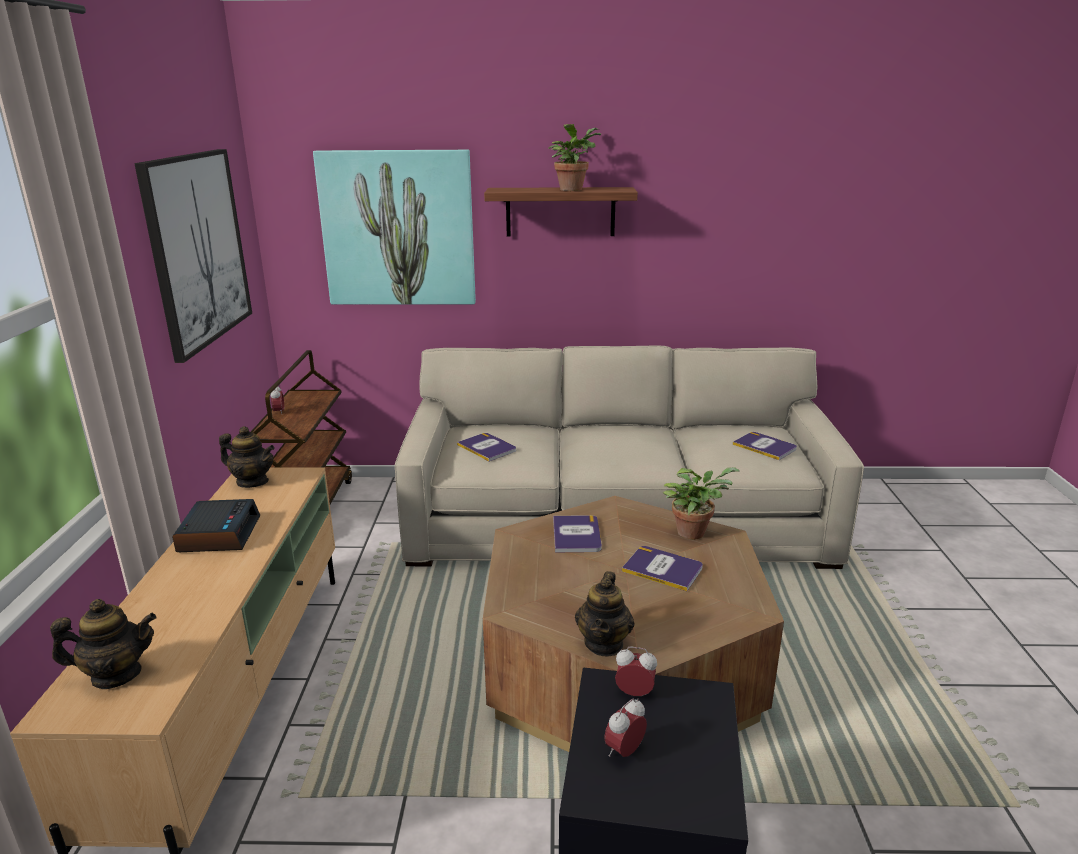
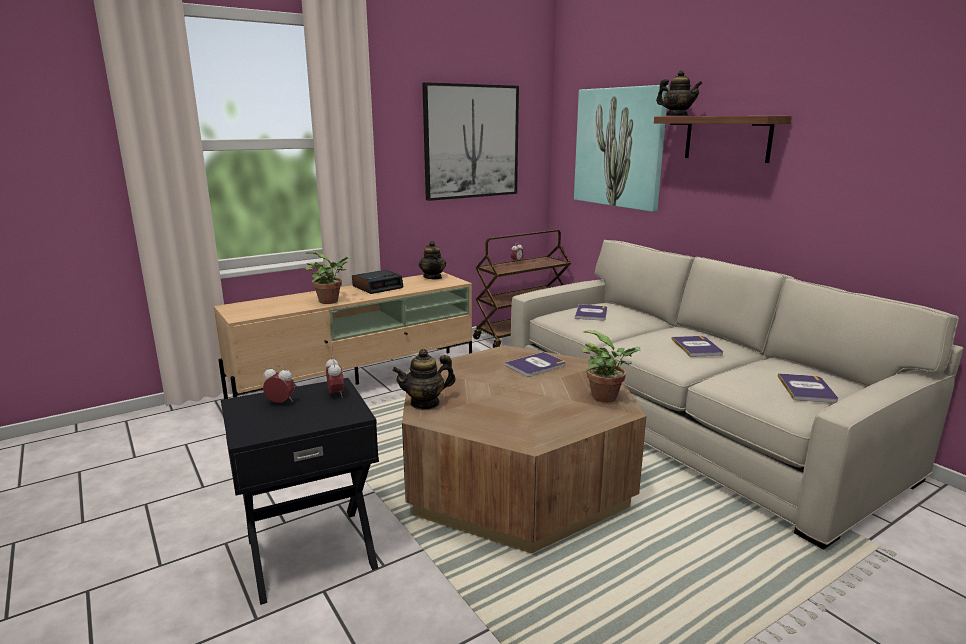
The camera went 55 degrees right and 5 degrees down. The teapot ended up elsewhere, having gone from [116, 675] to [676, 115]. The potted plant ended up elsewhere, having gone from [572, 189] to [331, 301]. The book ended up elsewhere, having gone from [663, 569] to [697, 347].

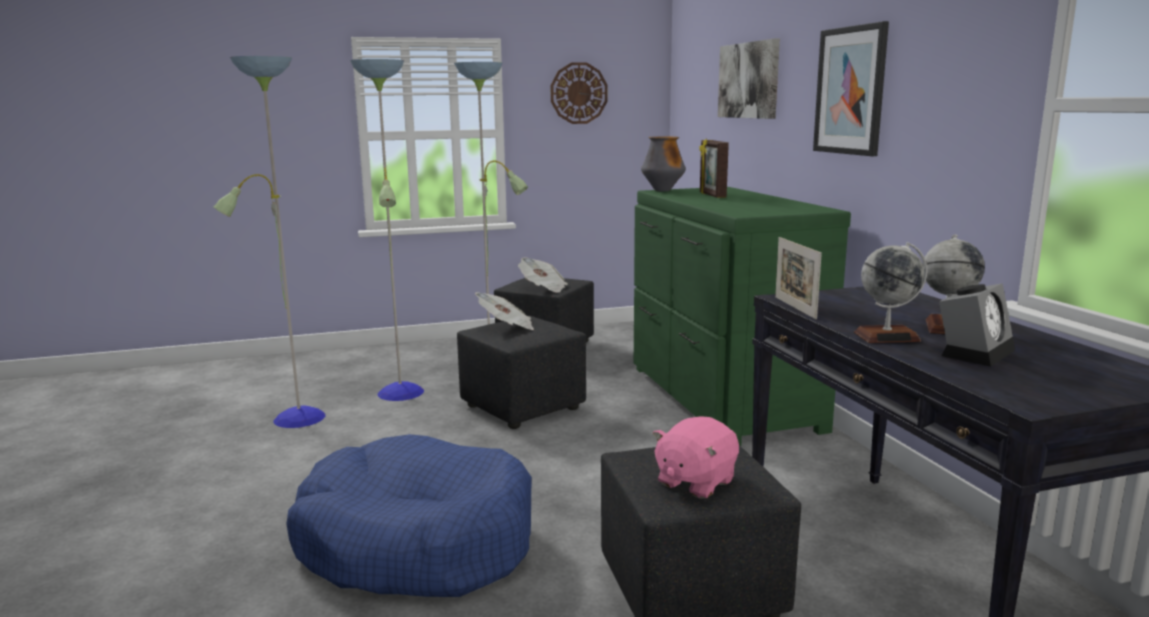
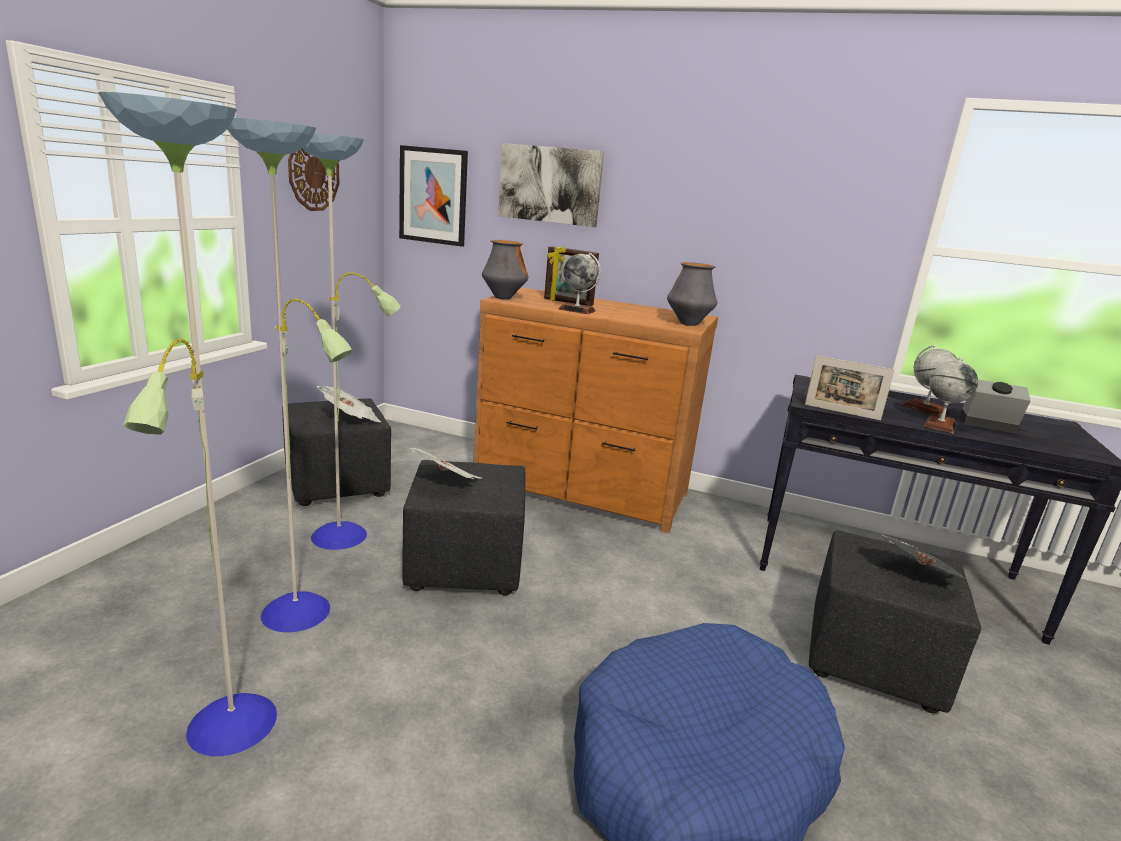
The camera went 55 degrees left and 5 degrees up. What was the dresser/green at [720, 398] turned into the dresser/brown at [581, 489]. Where the plush toy/pink stood at [695, 482], the newspaper came to stand at [919, 577]. The picture ended up elsewhere, having gone from [850, 91] to [433, 196]. The alarm clock at [975, 351] ended up facing another way, 60 degrees counterclockwise from before. The second view gained the globe at [577, 310]. The second view gained the vase at [688, 324].

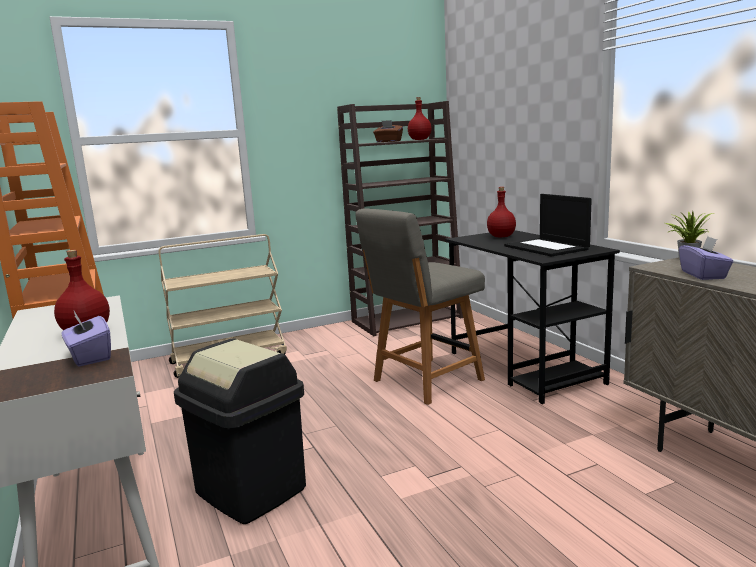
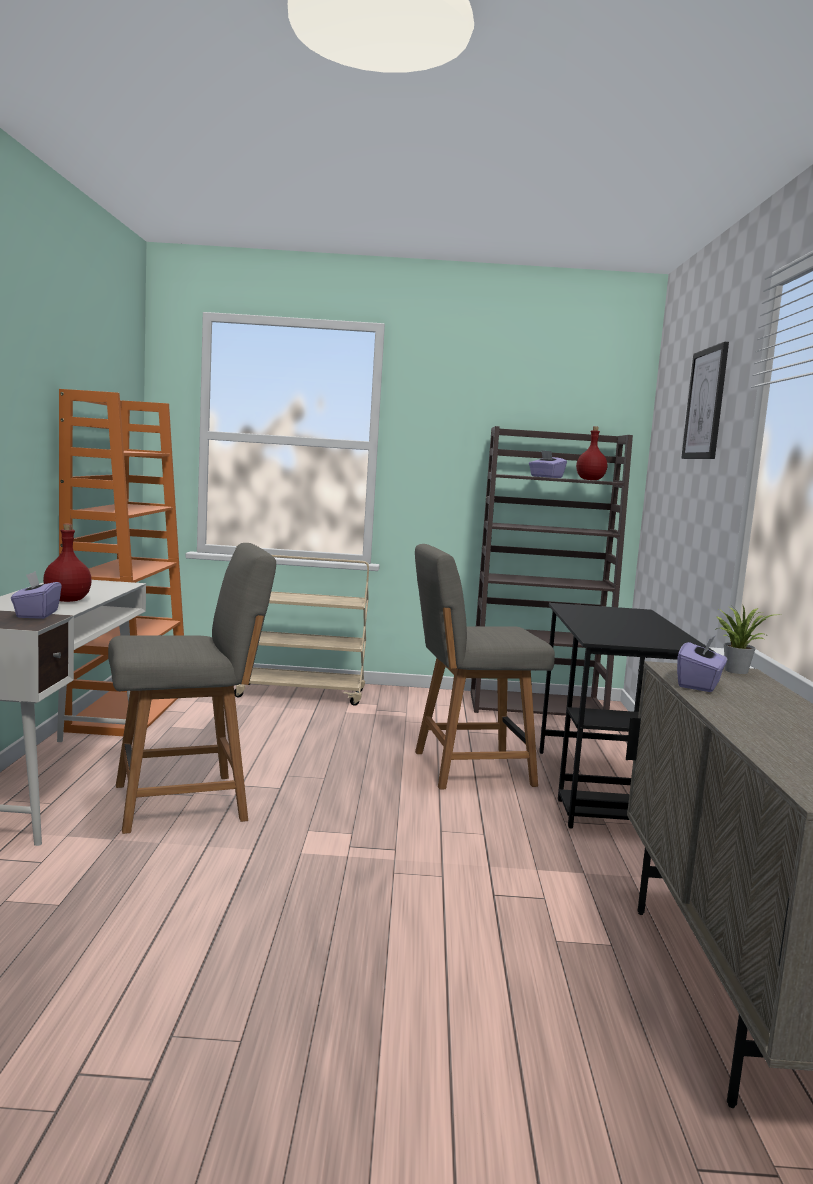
The camera went 25 degrees right and 5 degrees down. Where the trash can/black stood at [252, 490], the chair/grey came to stand at [186, 802]. What was the tissue box/brown at [388, 141] turned into the tissue box/purple at [546, 477]. The second view lost the bottle/red at [501, 236]. The second view lost the laptop at [547, 248]. The second view gained the picture at [705, 404].

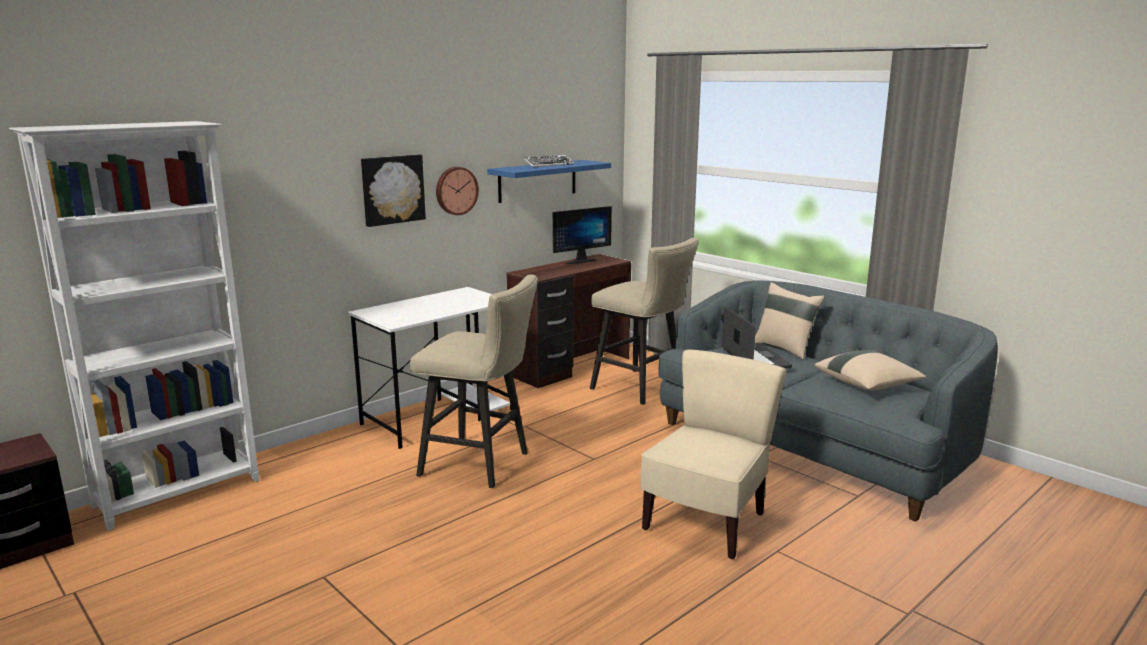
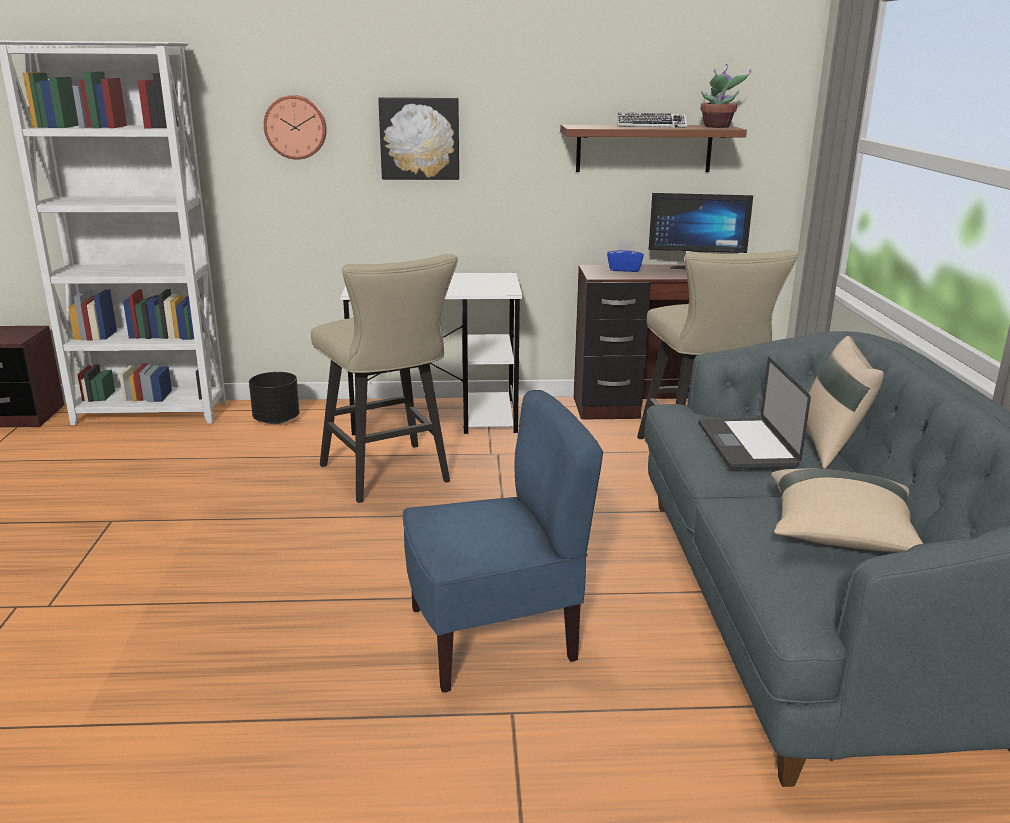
The camera went 40 degrees right and 5 degrees up. The wall clock ended up elsewhere, having gone from [455, 190] to [295, 127]. What was the shelf/blue at [537, 181] turned into the shelf/brown at [644, 148]. What was the chair/beige at [706, 522] turned into the chair/blue at [493, 637]. The laptop at [755, 358] ended up facing another way, 150 degrees clockwise from before. The second view gained the planter/black at [277, 420]. The second view gained the tissue box/blue at [624, 269]. The second view gained the potted plant at [717, 127].

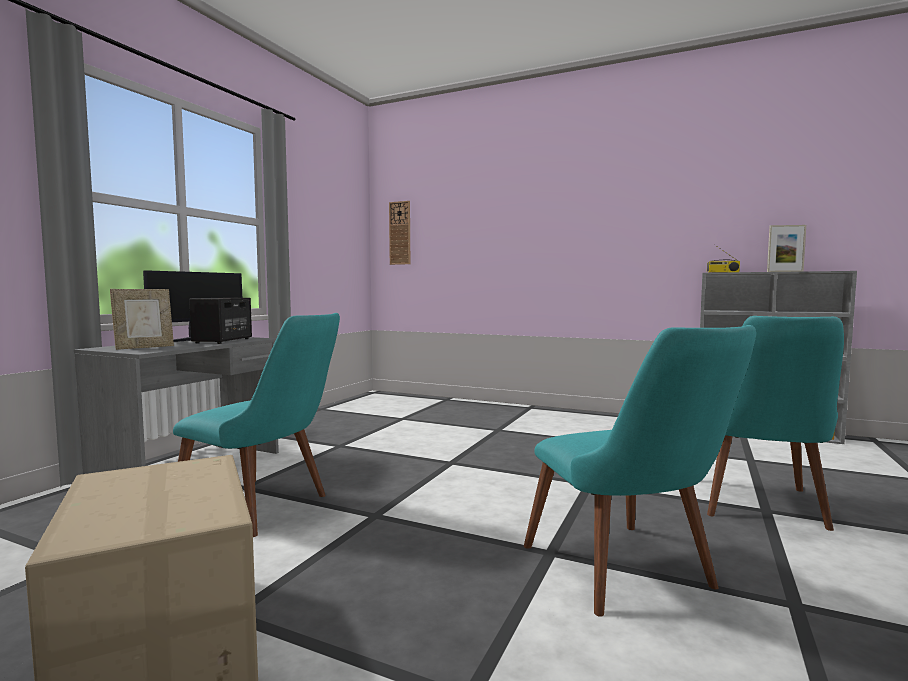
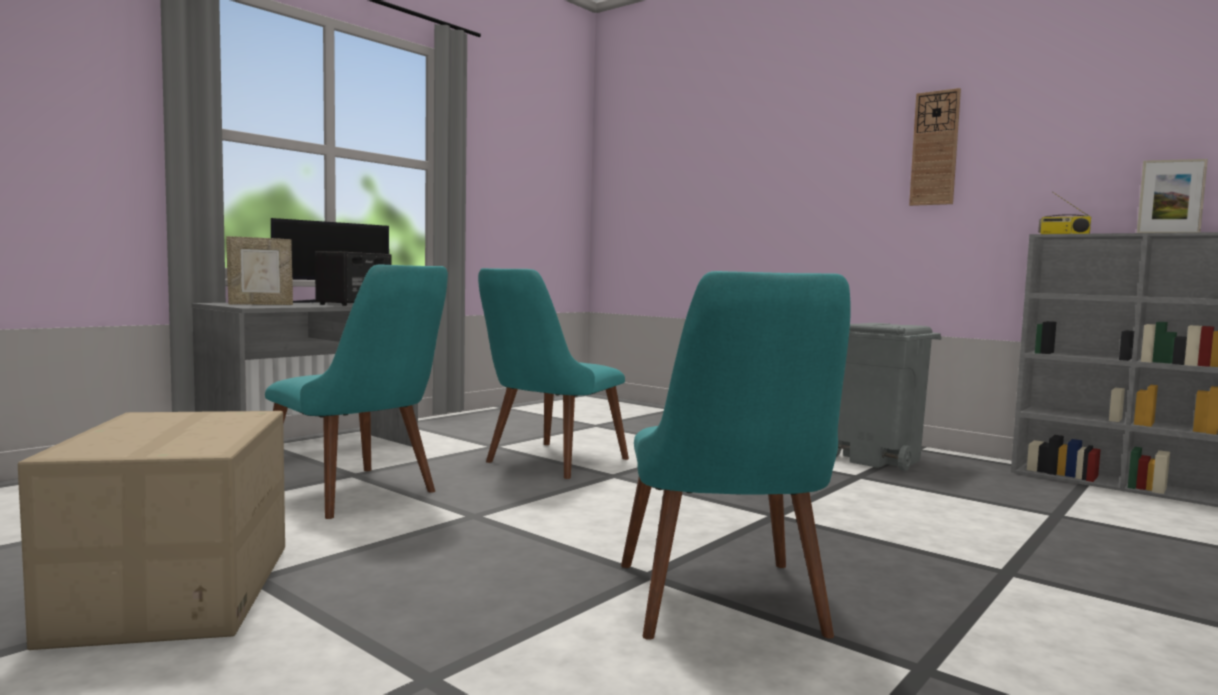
The camera went 15 degrees right and 0 degrees up. The wall clock ended up elsewhere, having gone from [400, 233] to [935, 148]. The chair/turquoise ended up elsewhere, having gone from [761, 509] to [546, 463]. The second view gained the trash can/grey at [877, 459].

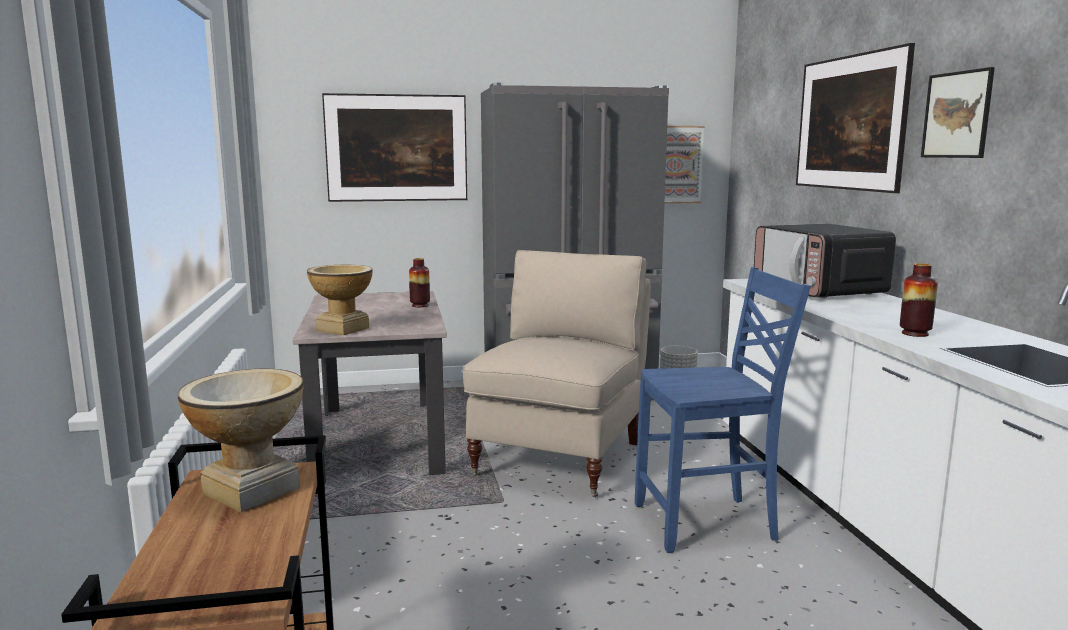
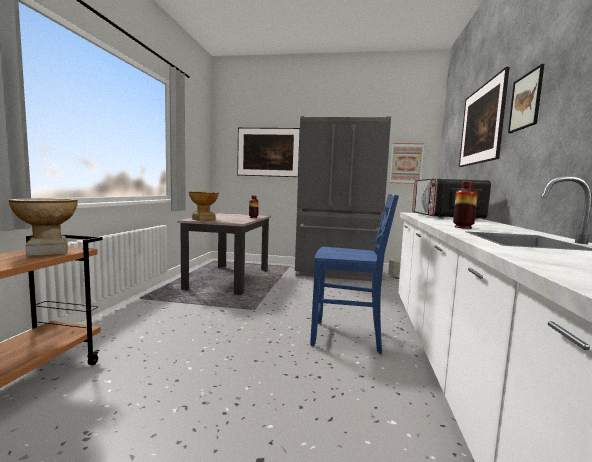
The camera went 20 degrees right and 5 degrees down. The second view lost the chair/beige at [561, 458].

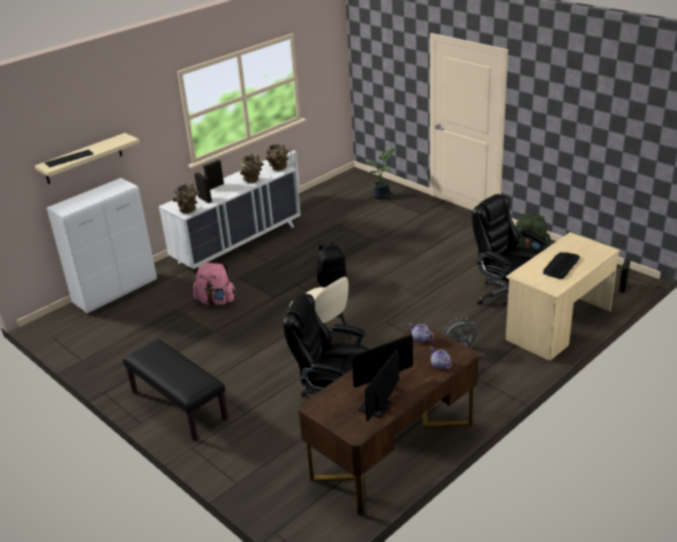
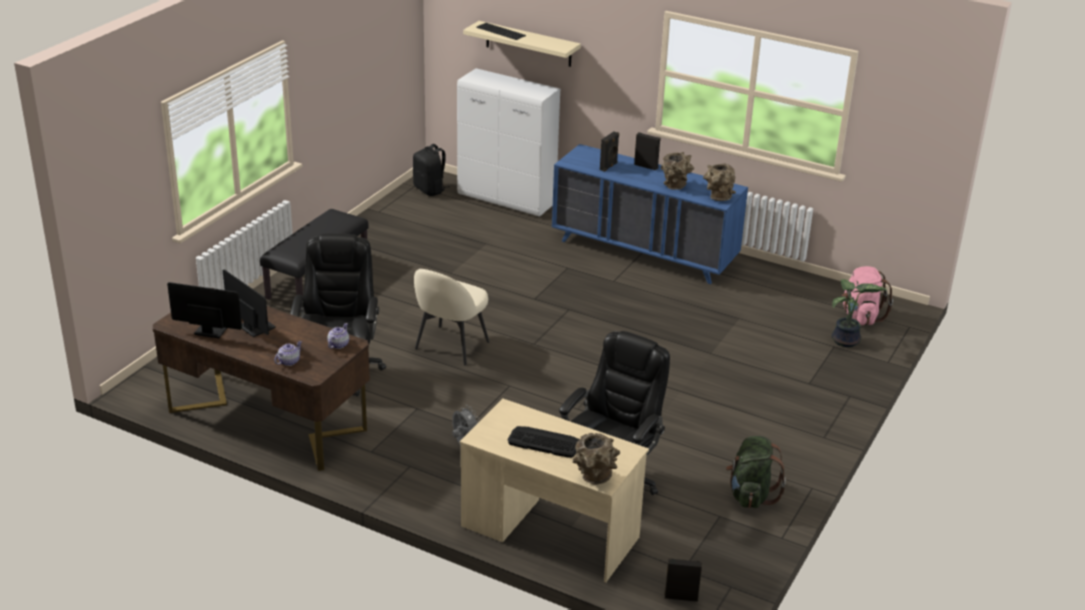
The camera went 70 degrees right and 0 degrees up. What was the dresser/white at [238, 244] turned into the dresser/blue at [644, 252]. The vase/brown ended up elsewhere, having gone from [188, 210] to [594, 479]. The backpack/pink ended up elsewhere, having gone from [216, 301] to [860, 317]. The backpack/black ended up elsewhere, having gone from [332, 281] to [430, 190].

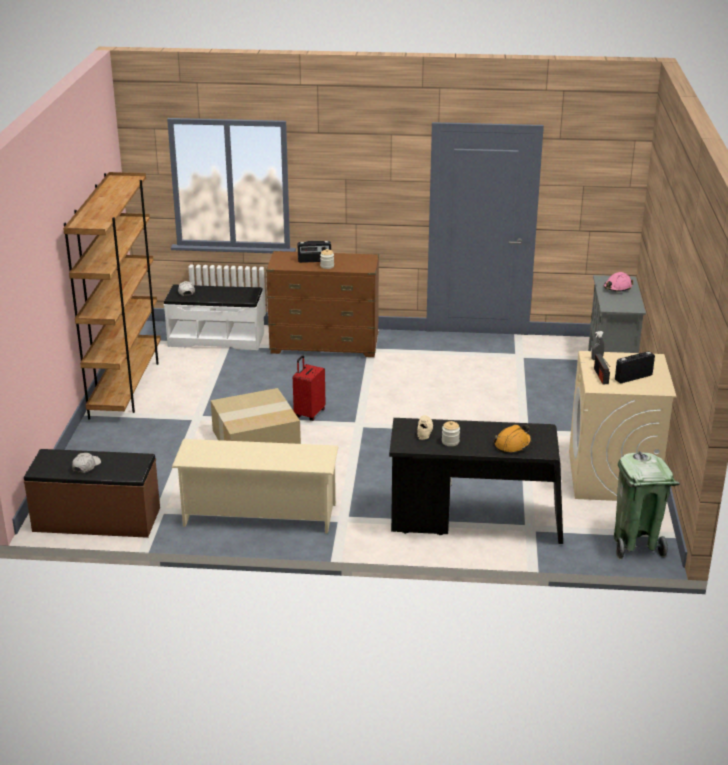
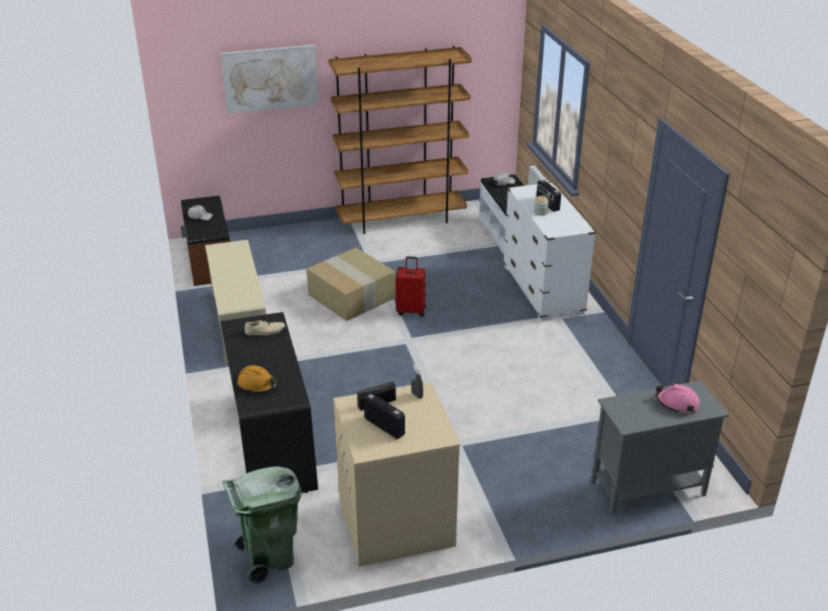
The camera went 70 degrees right and 5 degrees up. What was the dresser/brown at [325, 346] turned into the dresser/white at [543, 290]. The second view lost the jar at [450, 442]. The second view gained the picture at [270, 78].

